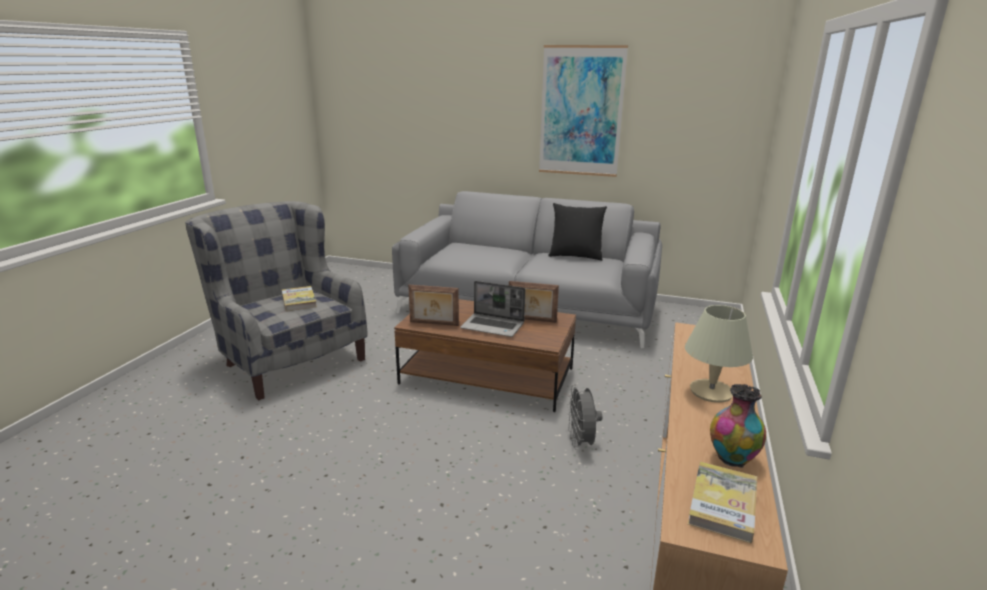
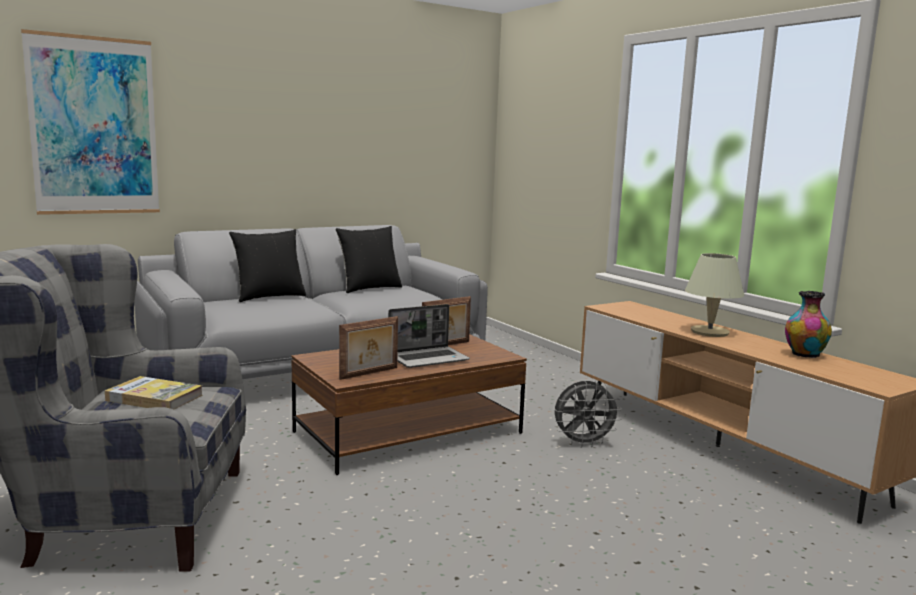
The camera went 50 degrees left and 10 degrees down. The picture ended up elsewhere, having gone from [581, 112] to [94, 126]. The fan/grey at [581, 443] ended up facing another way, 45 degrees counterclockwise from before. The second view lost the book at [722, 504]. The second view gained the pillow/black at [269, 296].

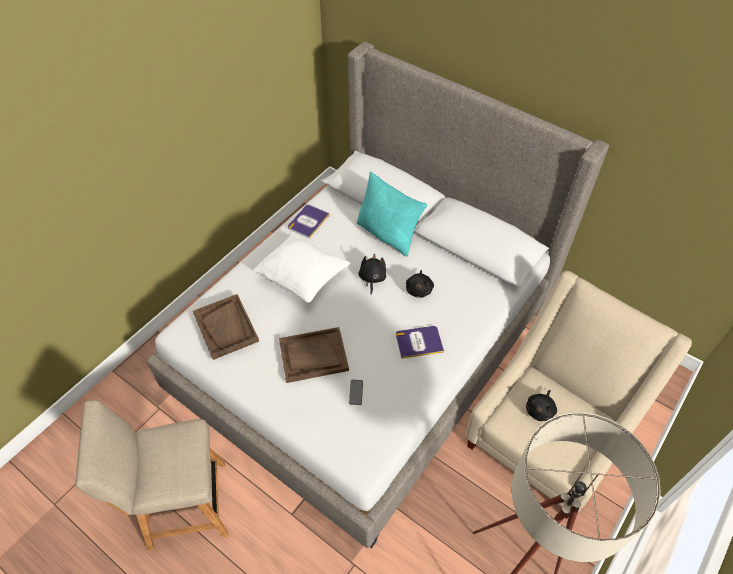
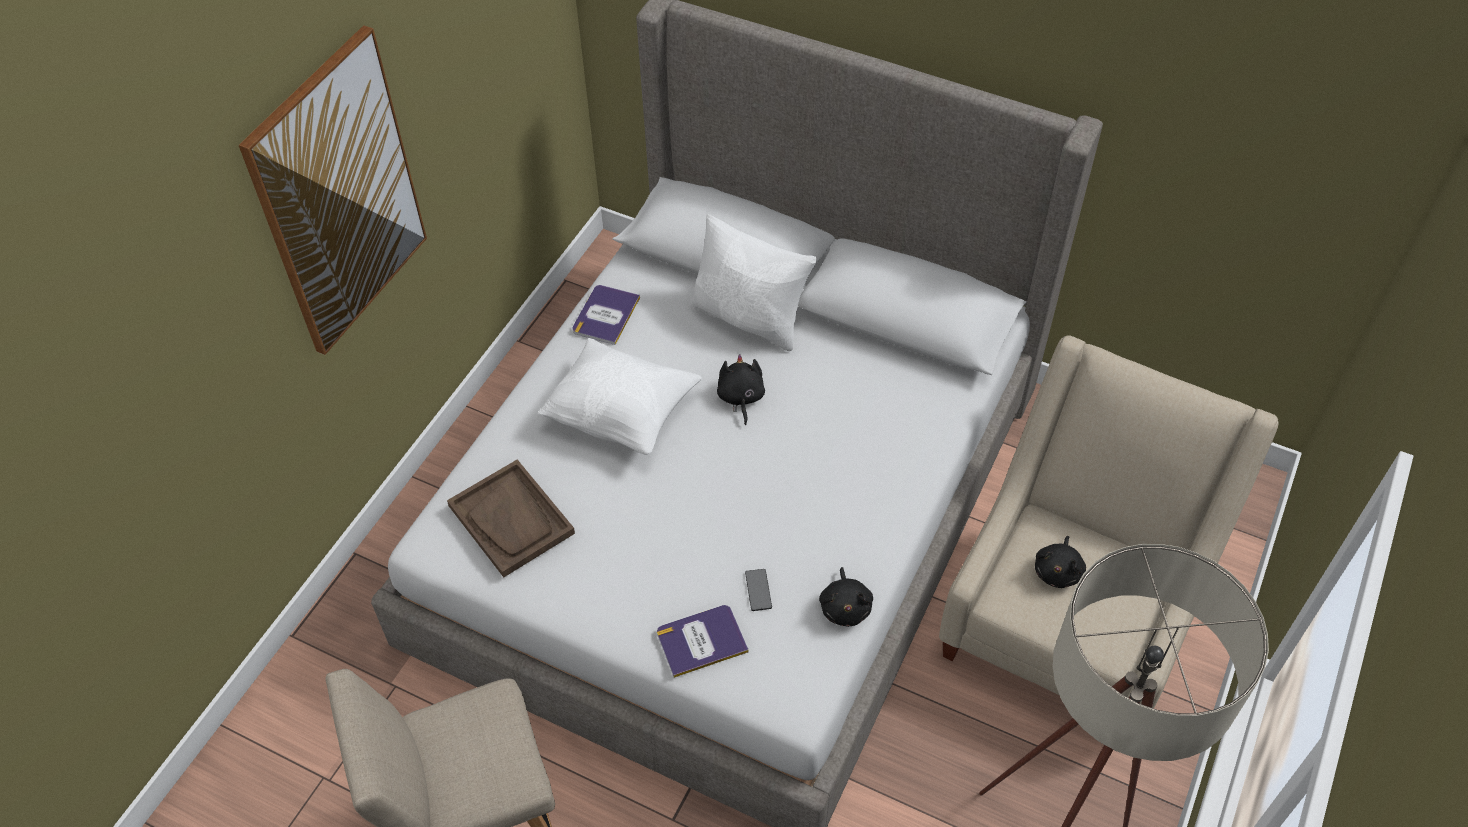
The camera went 10 degrees left and 0 degrees up. The second view lost the tray/brown at [313, 356]. What was the pillow/turquoise at [388, 234] turned into the pillow/white at [750, 318]. The book ended up elsewhere, having gone from [419, 342] to [701, 641]. The plush toy/black ended up elsewhere, having gone from [419, 289] to [845, 607]. The second view gained the picture at [338, 195].

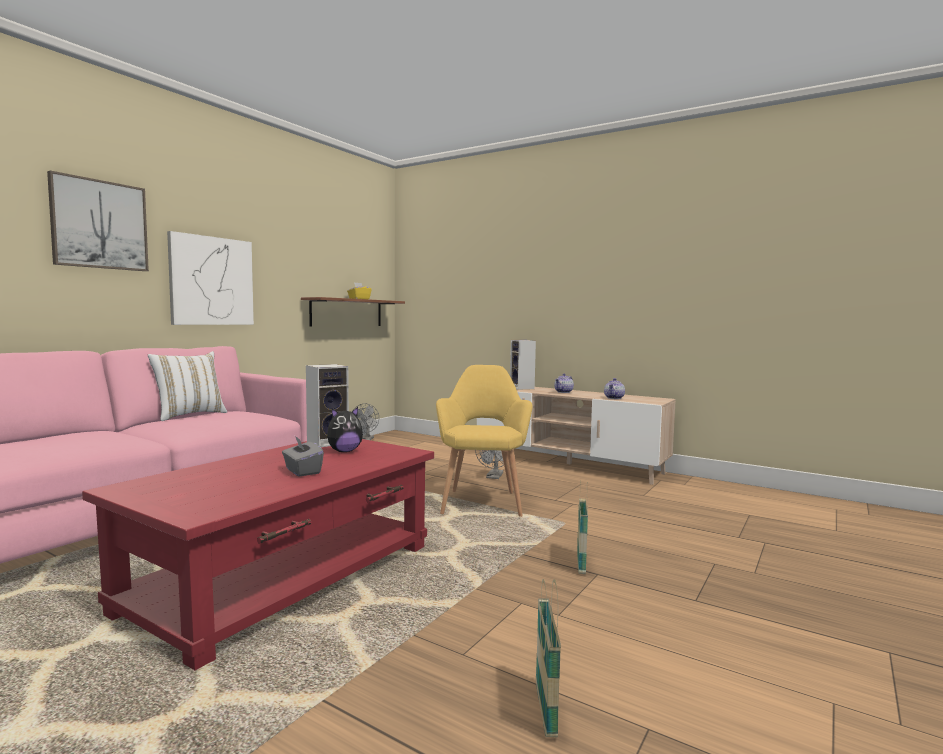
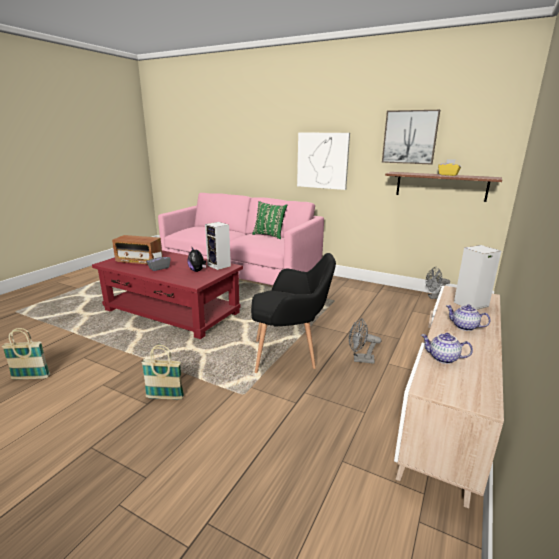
The camera went 85 degrees right and 15 degrees up. The picture ended up elsewhere, having gone from [99, 224] to [410, 137]. What was the pillow/white at [189, 415] turned into the pillow/green at [269, 235]. What was the armchair/yellow at [482, 501] turned into the armchair/black at [289, 356]. The second view gained the radio at [139, 260].

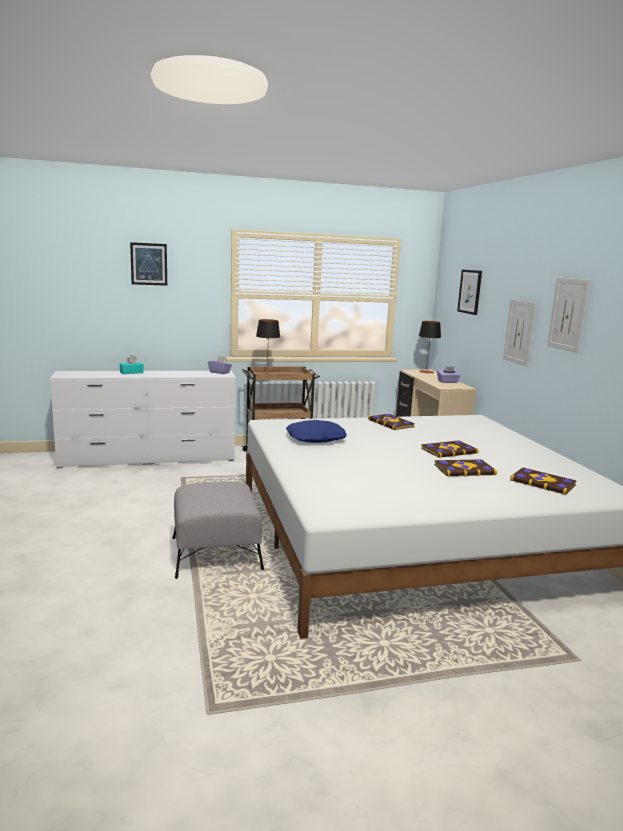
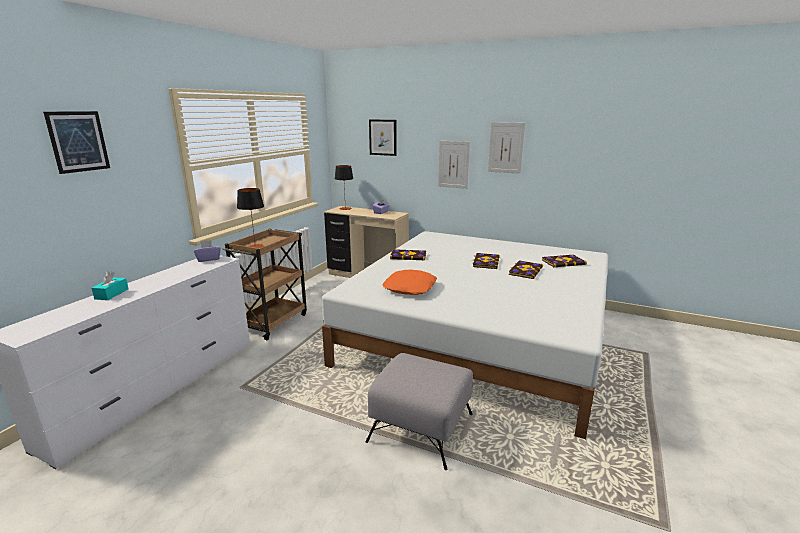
The camera went 50 degrees left and 5 degrees up. What was the pillow/blue at [316, 438] turned into the pillow/orange at [410, 288].

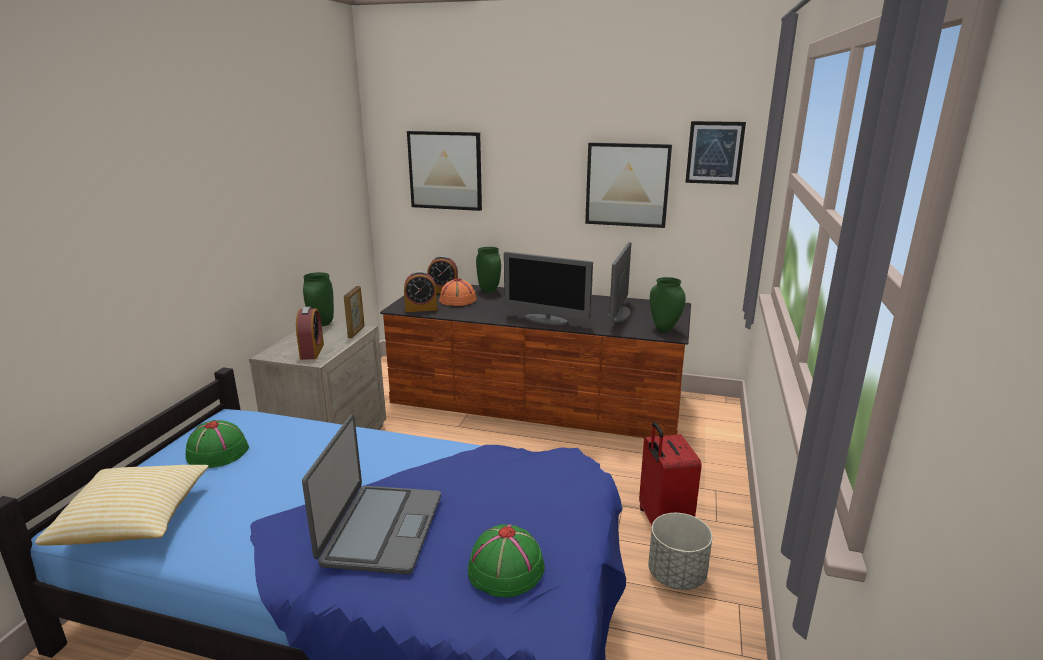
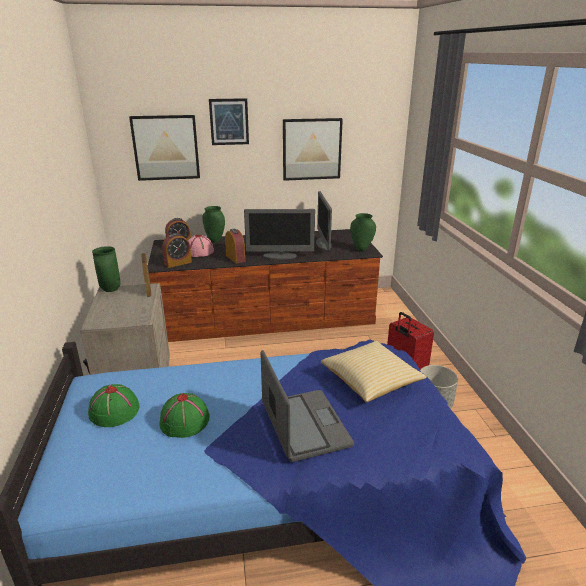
The camera went 25 degrees left and 5 degrees up. The pillow ended up elsewhere, having gone from [134, 521] to [371, 381]. The alarm clock ended up elsewhere, having gone from [312, 351] to [235, 258]. What was the hat/orange at [457, 300] turned into the hat/pink at [199, 252]. The hat/green ended up elsewhere, having gone from [505, 569] to [184, 421]. The picture ended up elsewhere, having gone from [714, 153] to [229, 122].

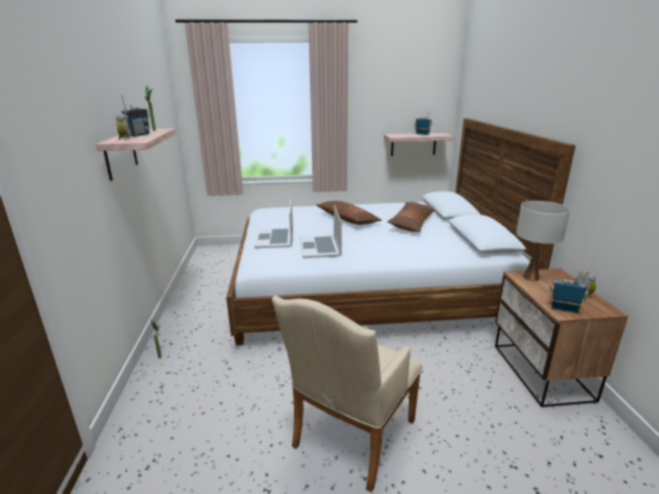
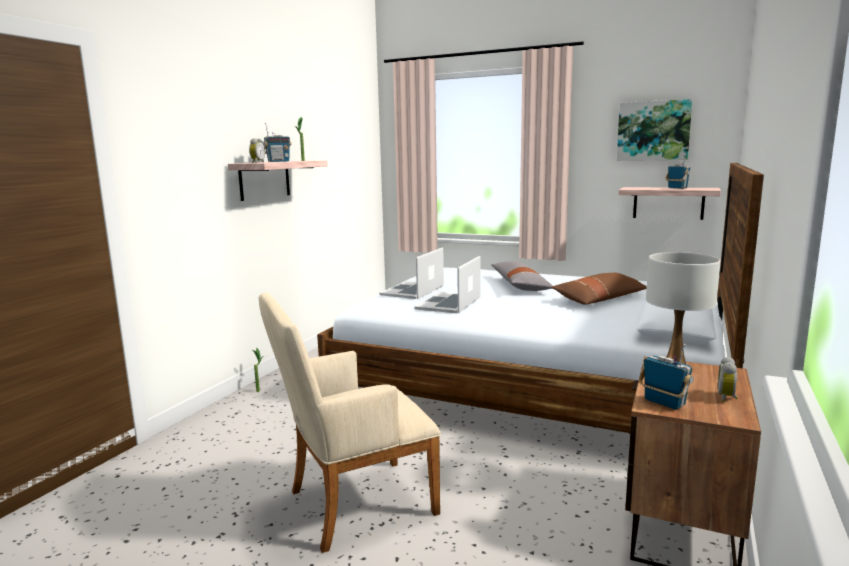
The camera went 30 degrees right and 10 degrees down. What was the pillow/brown at [347, 220] turned into the pillow/grey at [520, 286]. The second view gained the picture at [653, 131].

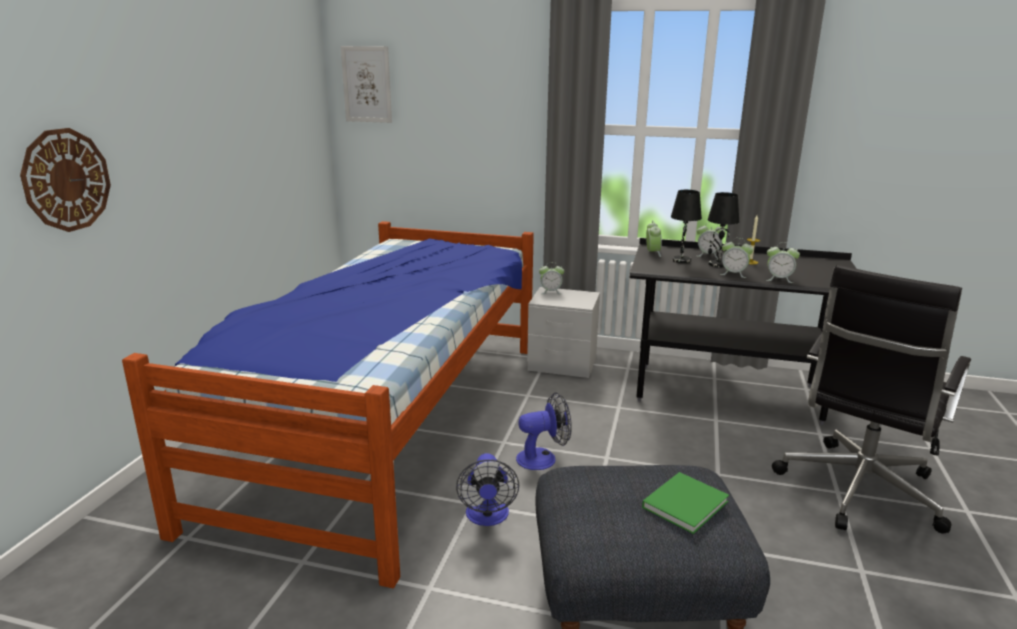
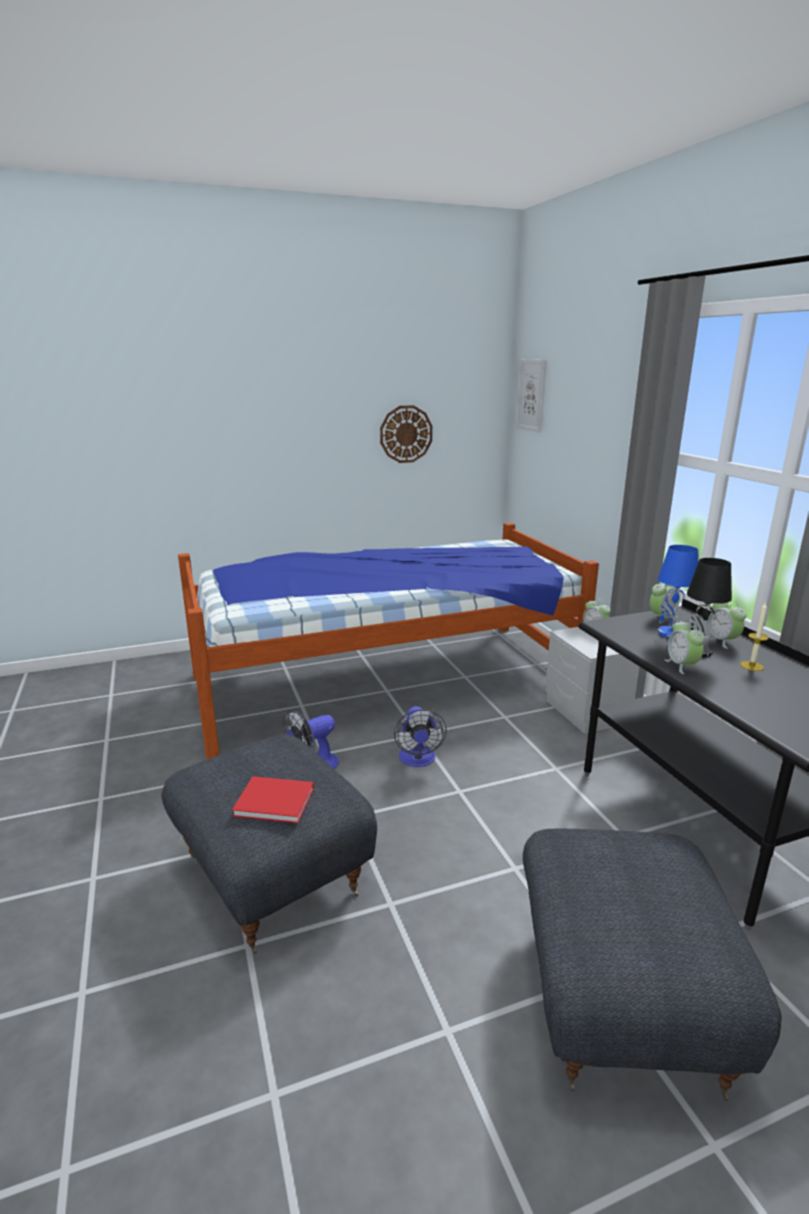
The camera went 55 degrees right and 0 degrees up. The wall clock ended up elsewhere, having gone from [66, 180] to [406, 434]. The fan at [543, 458] ended up facing another way, 45 degrees clockwise from before. What was the book/green at [686, 503] turned into the book/red at [277, 802]. What was the table lamp/black at [681, 260] turned into the table lamp/blue at [669, 634]. The second view lost the alarm clock at [779, 279]. Where the office chair/black stood at [857, 491], the ottoman/grey came to stand at [617, 998].

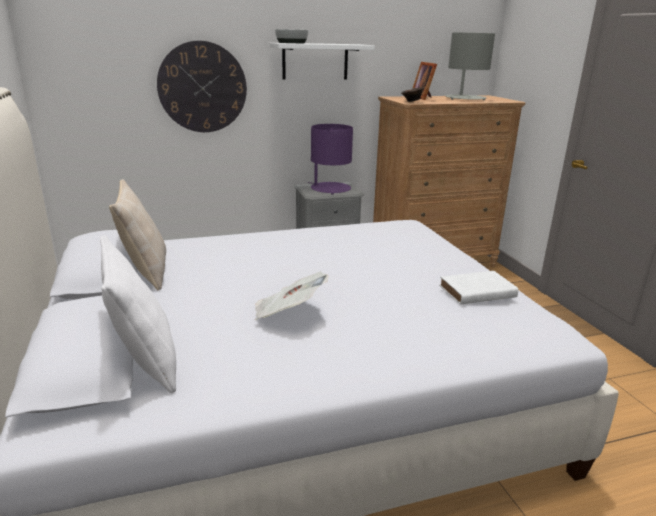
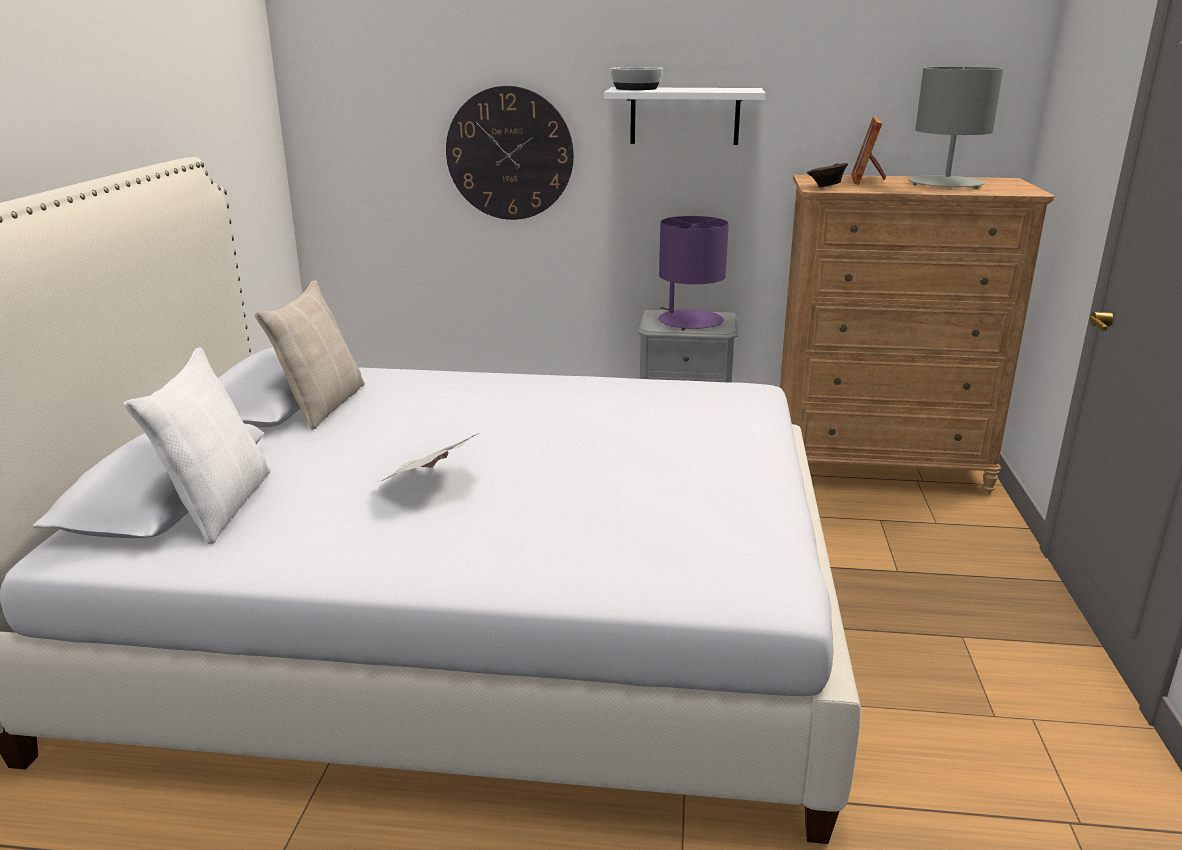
The camera went 25 degrees right and 0 degrees up. The second view lost the book/white at [475, 292].

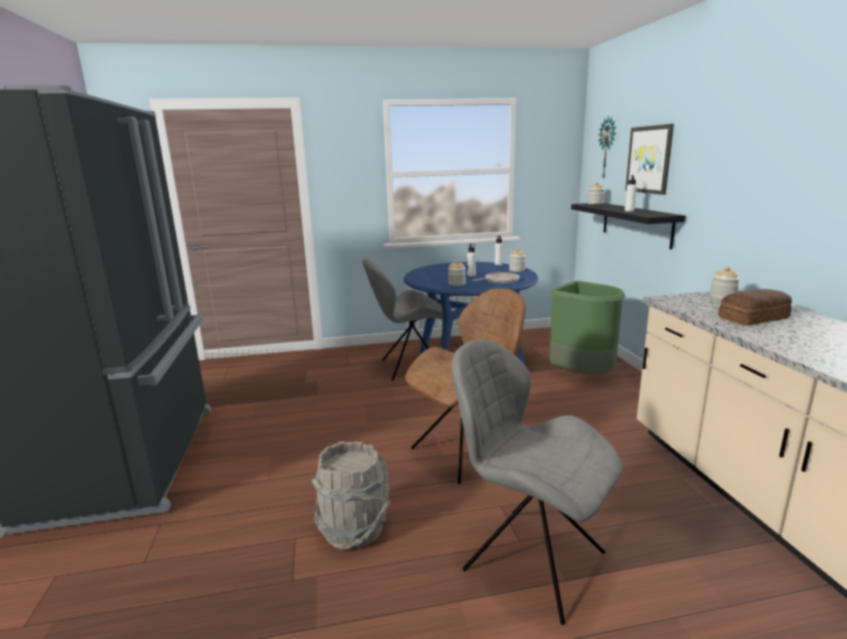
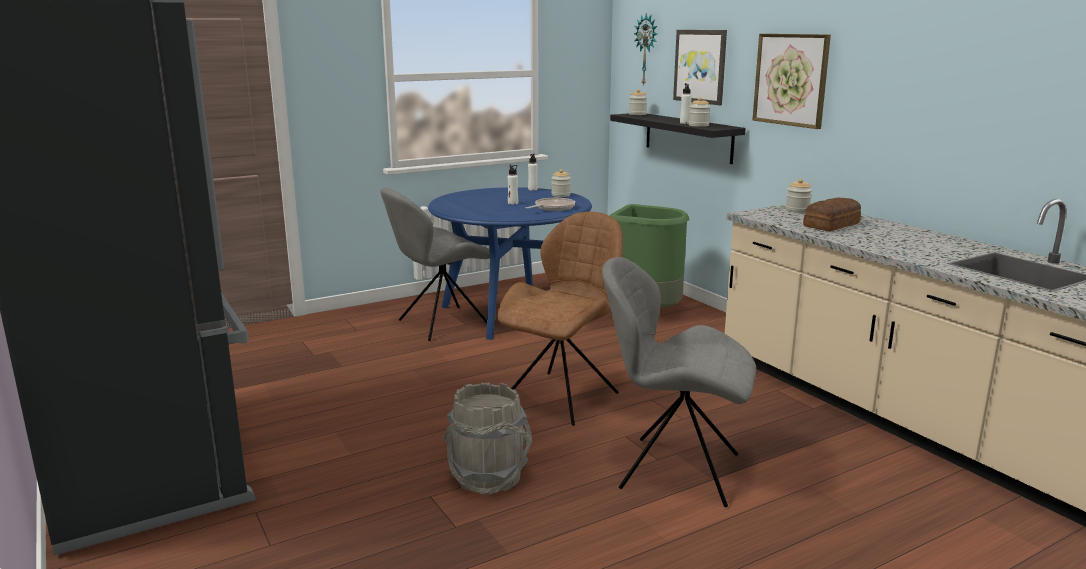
The camera went 20 degrees left and 0 degrees up. The jar ended up elsewhere, having gone from [457, 284] to [698, 125]. The second view gained the picture at [791, 79].

